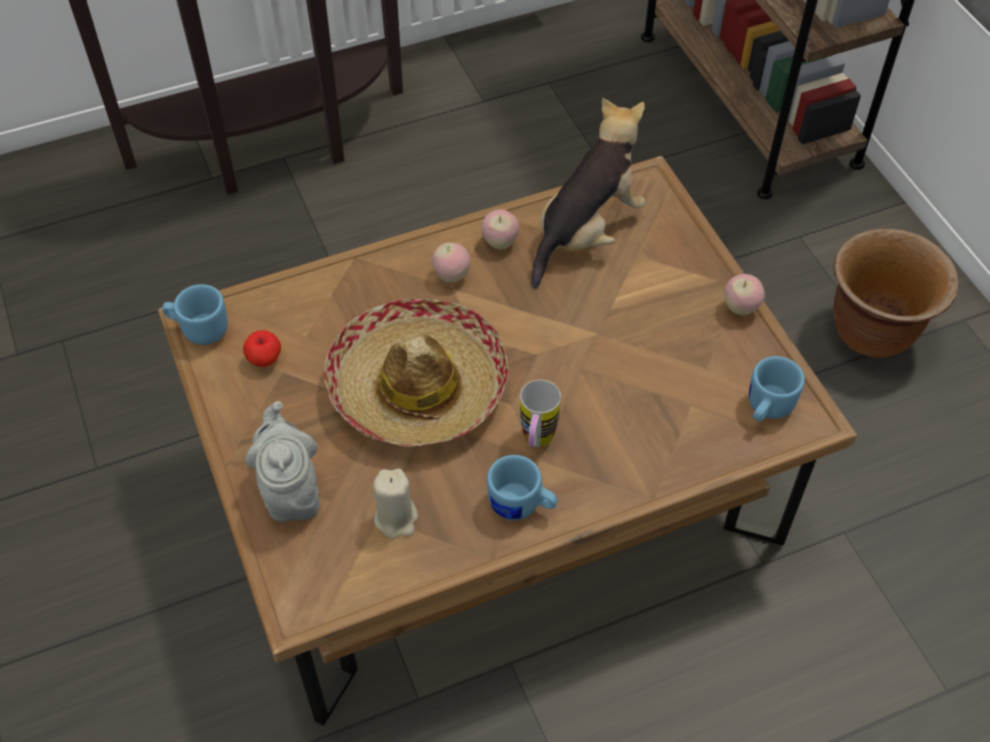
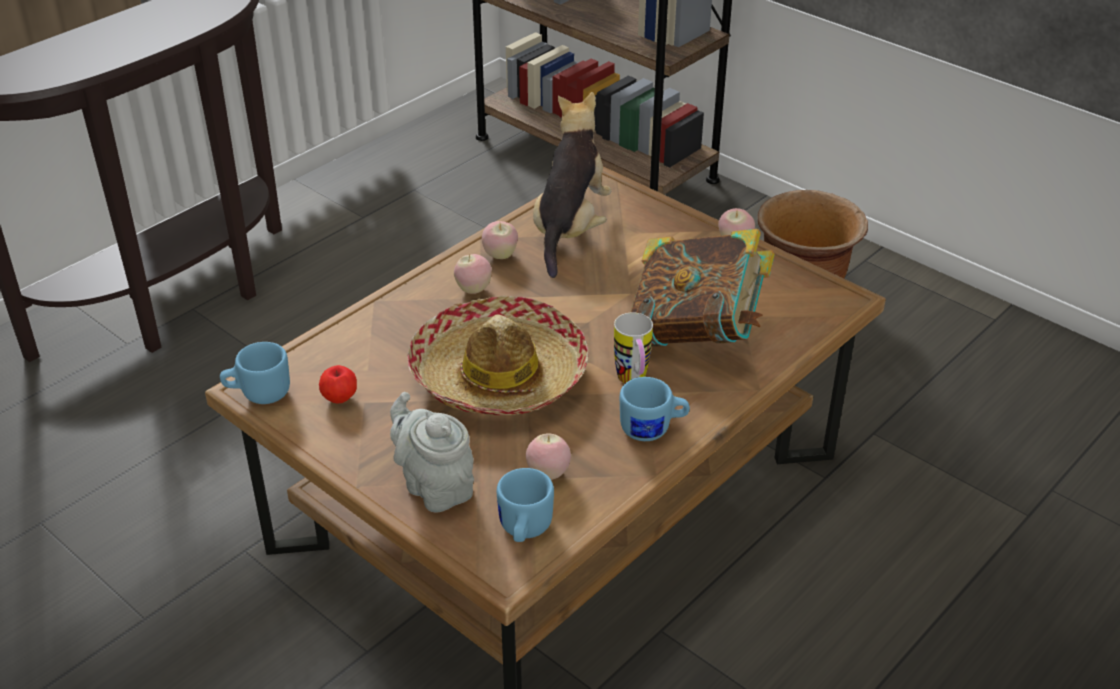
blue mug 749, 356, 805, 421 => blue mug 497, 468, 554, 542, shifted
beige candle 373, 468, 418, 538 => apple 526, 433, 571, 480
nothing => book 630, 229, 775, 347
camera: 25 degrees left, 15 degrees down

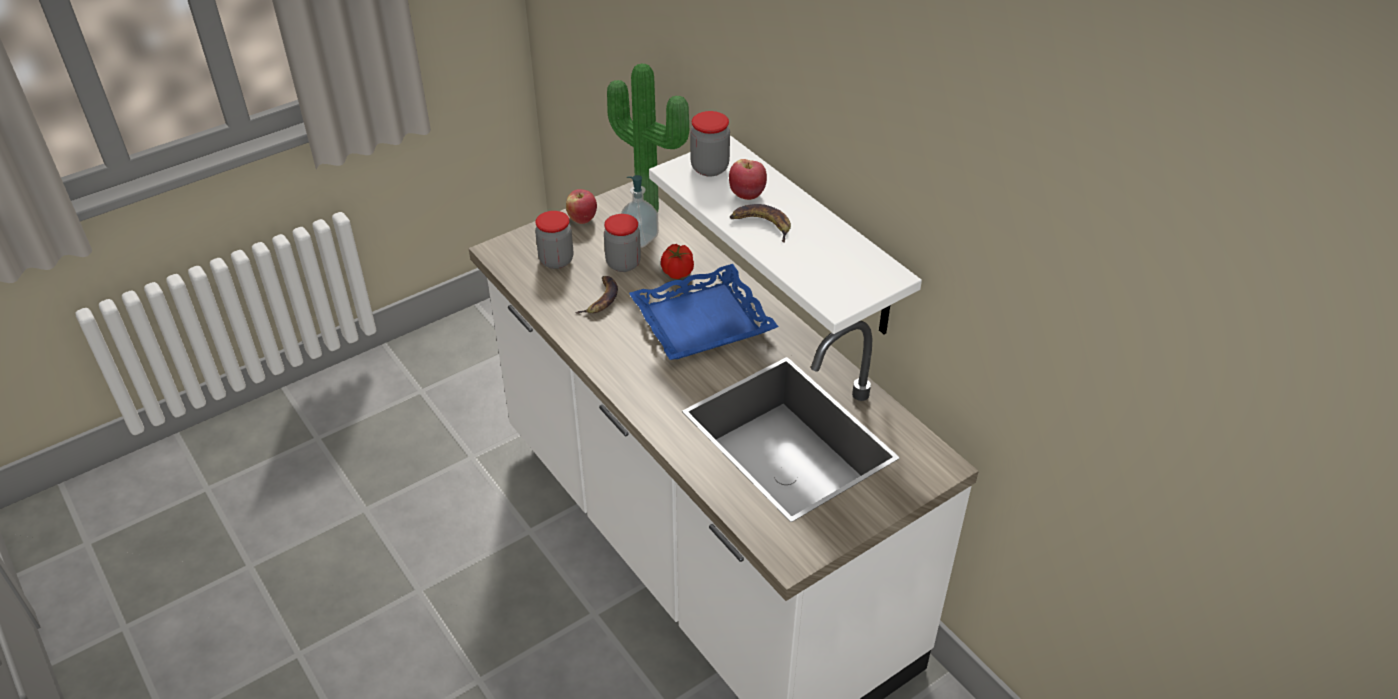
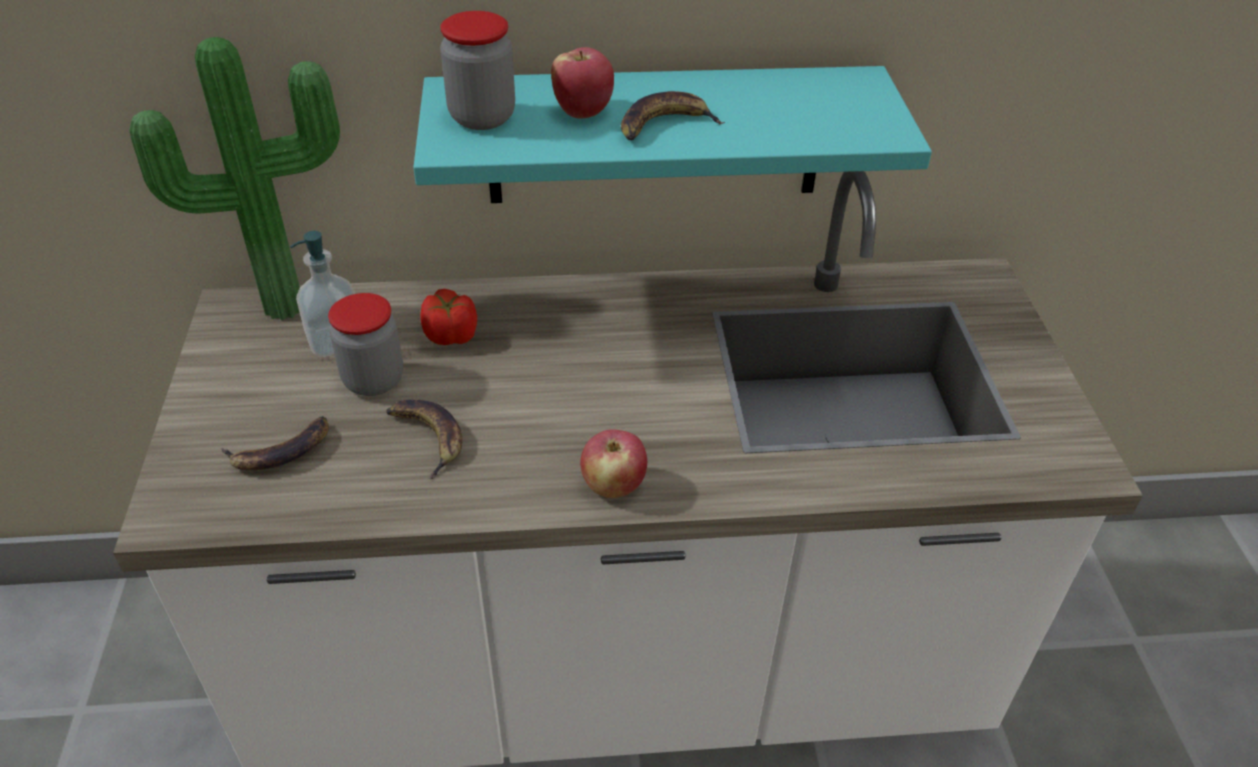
jar 535, 211, 573, 269 => banana 221, 416, 329, 470
white shelf 649, 136, 922, 334 => turquoise shelf 413, 66, 932, 203
apple 566, 189, 597, 224 => apple 580, 429, 647, 498, shifted
blue tray 629, 264, 778, 360 => nothing
camera: 60 degrees left, 0 degrees up

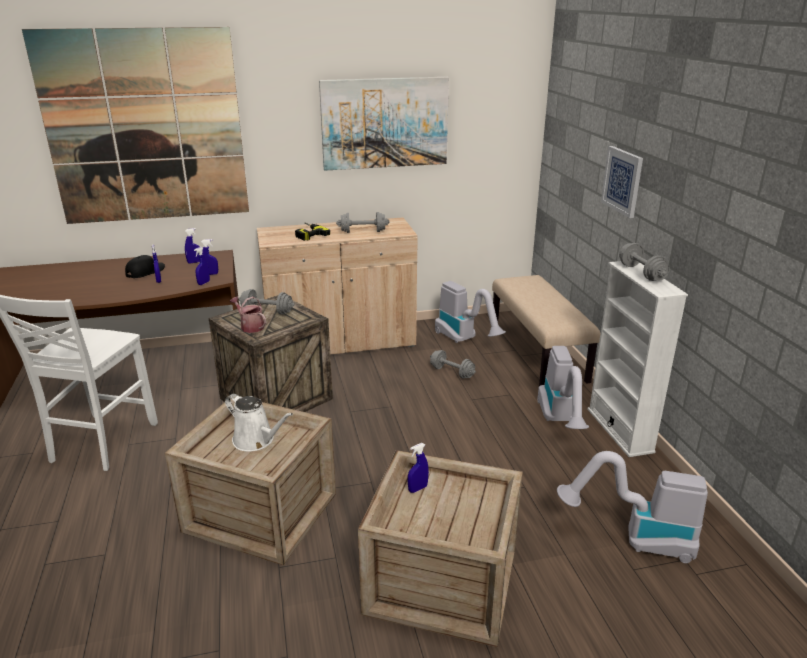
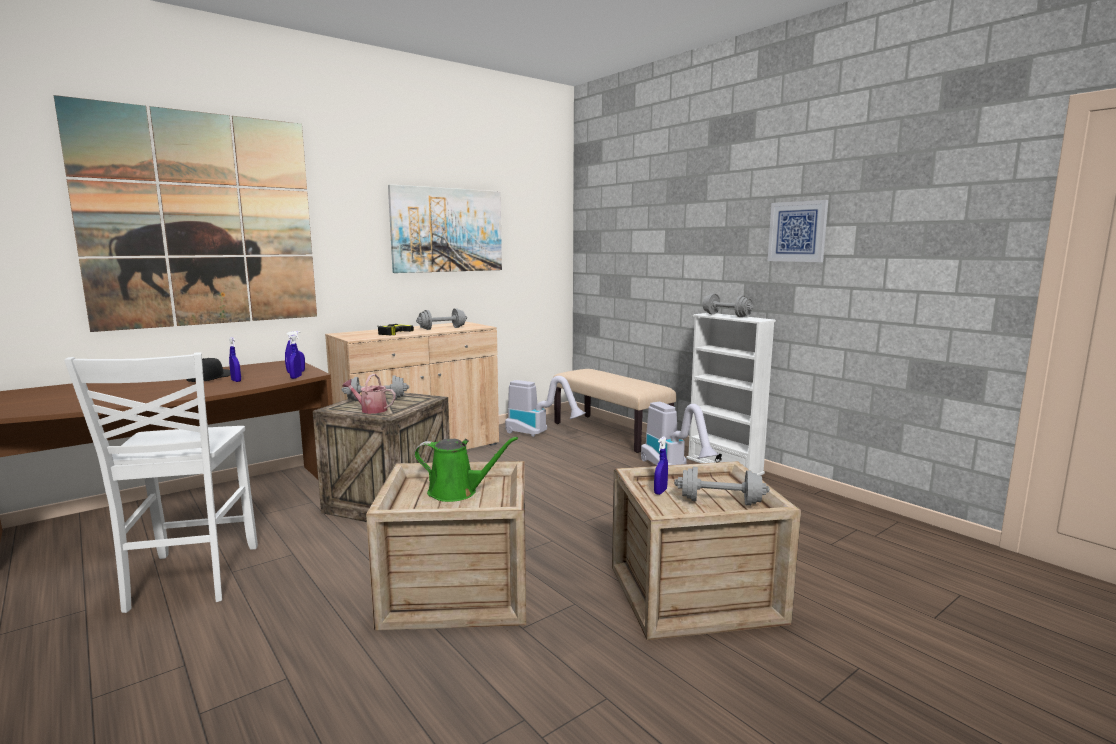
white watering can 225, 394, 293, 452 => green watering can 414, 437, 518, 502
grey dumbbell 430, 350, 476, 379 => grey dumbbell 674, 467, 770, 506, shifted
picture 601, 146, 643, 218 => picture 768, 200, 828, 262, shifted
blue spray bottle 185, 228, 200, 263 => nothing
vacuum cleaner 557, 451, 708, 563 => nothing
camera: 25 degrees left, 15 degrees down

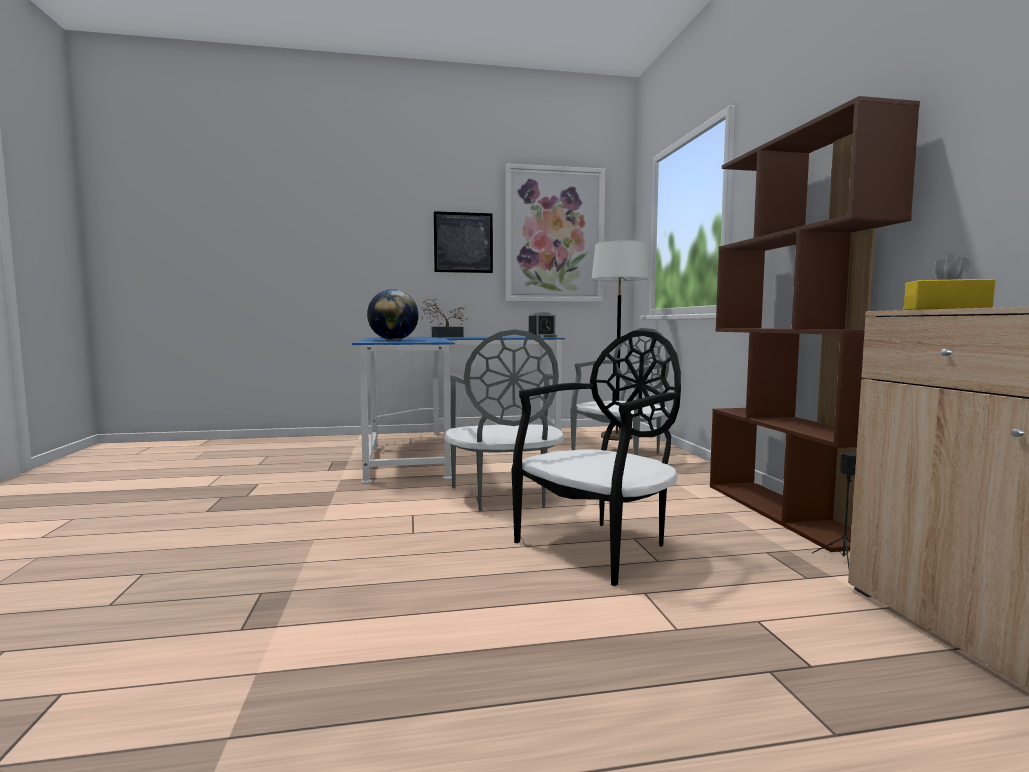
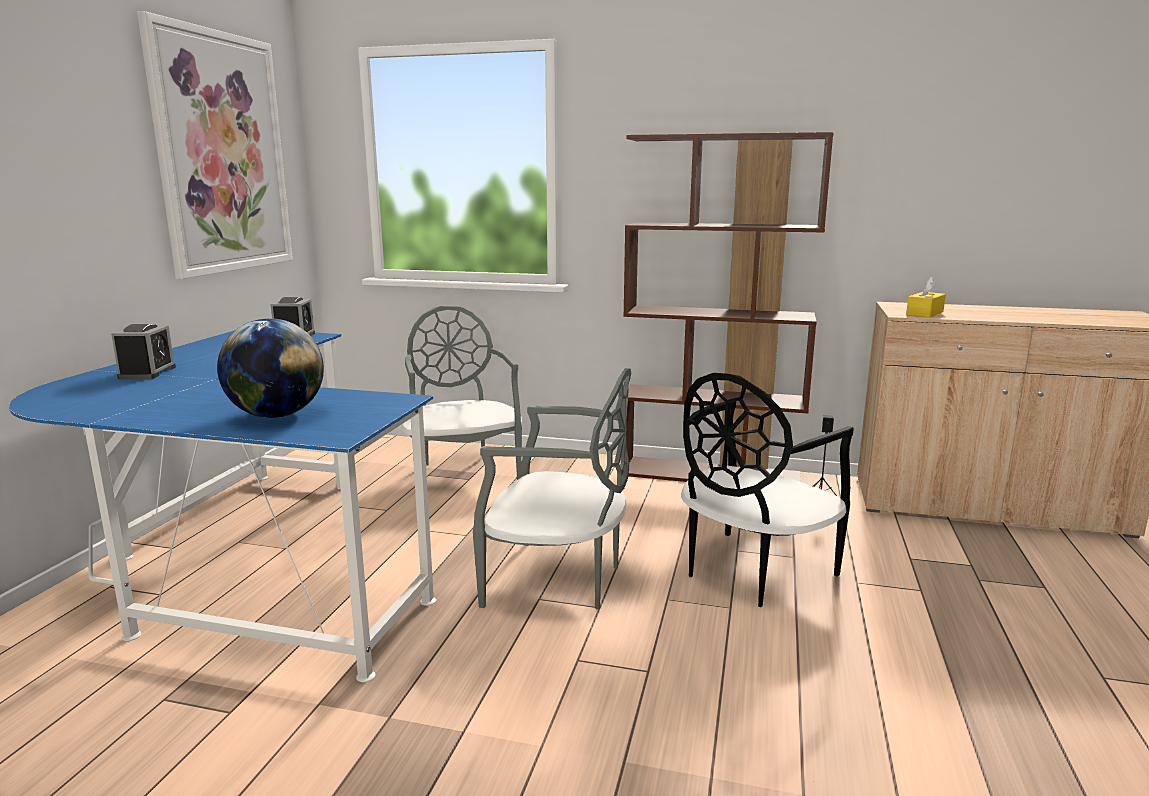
potted plant 421, 297, 468, 337 => alarm clock 111, 324, 176, 379
black chair 511, 330, 681, 586 => black chair 681, 373, 854, 607, 120 degrees counterclockwise
picture 434, 211, 493, 273 => nothing
white floor lamp 591, 240, 649, 440 => nothing
camera: 65 degrees left, 10 degrees up

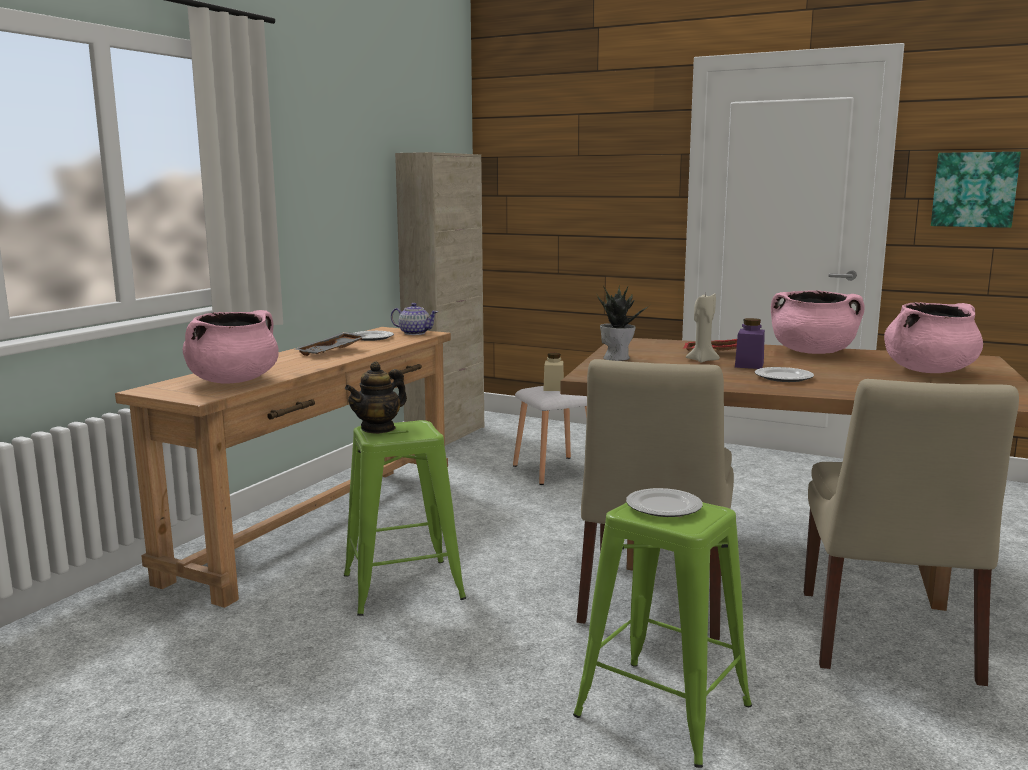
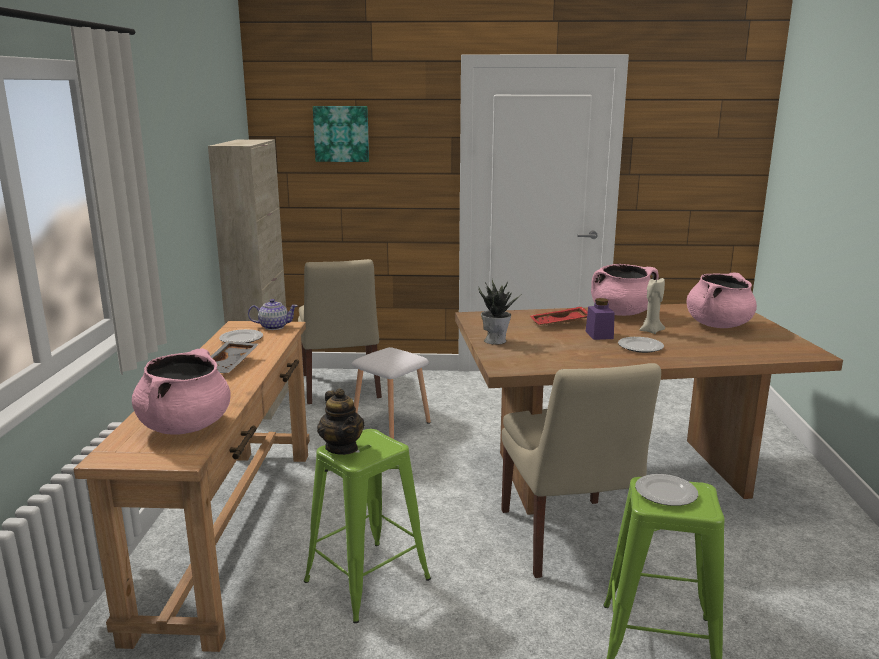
beige chair 804, 379, 1019, 686 => beige chair 298, 259, 382, 404, shifted
picture 931, 152, 1021, 228 => picture 313, 106, 369, 162, shifted
teapot 345, 361, 407, 434 => teapot 317, 388, 364, 455, 45 degrees counterclockwise
beige candle 686, 292, 720, 363 => beige candle 639, 277, 665, 334, shifted
beige jar 543, 353, 564, 391 => nothing
camera: 25 degrees left, 5 degrees up

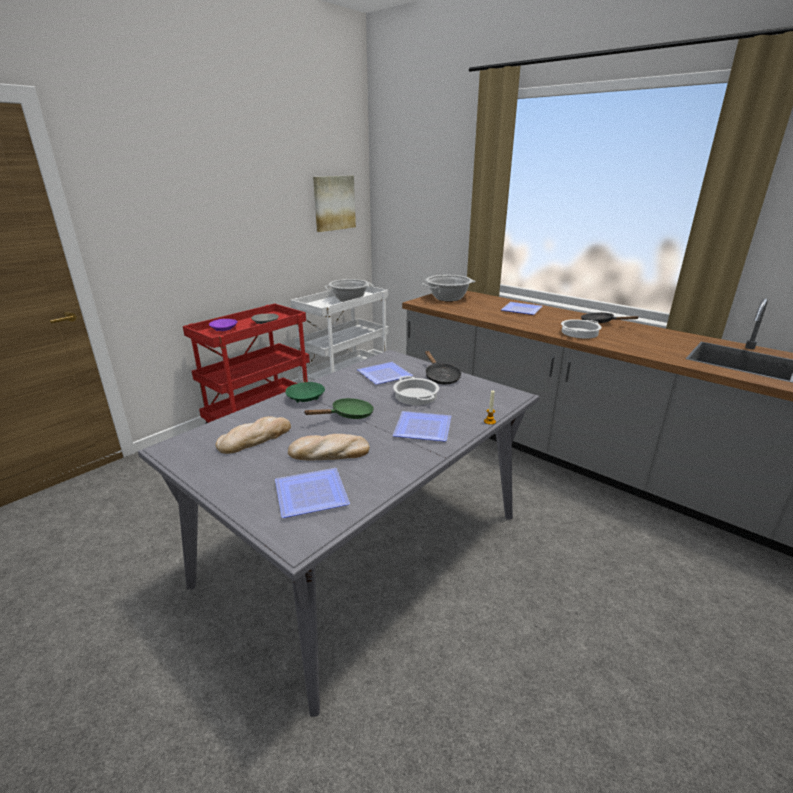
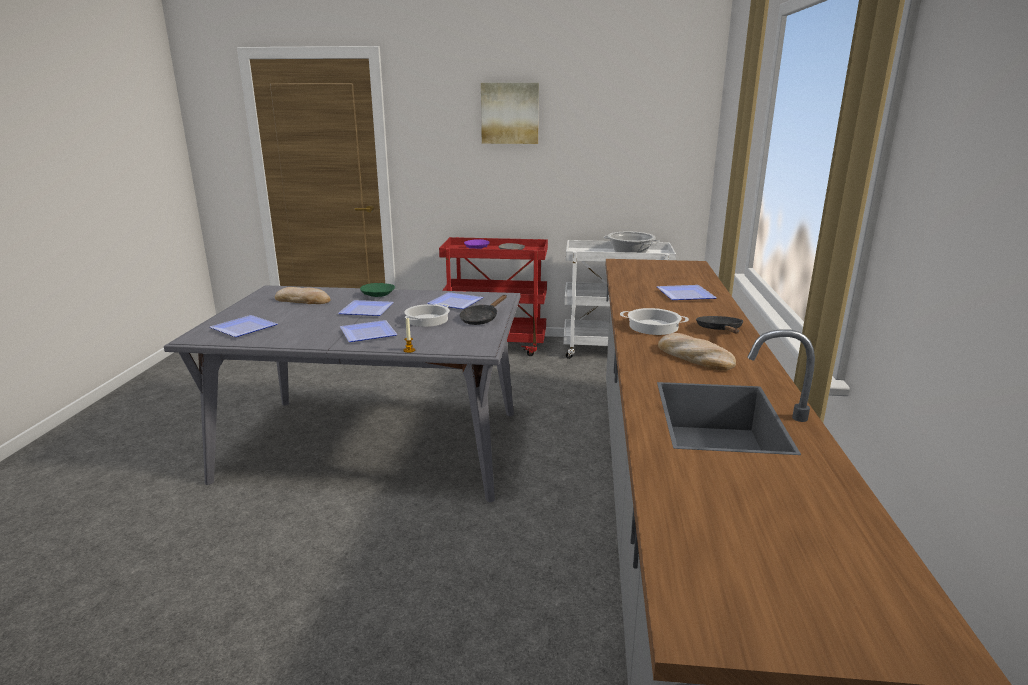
green frying pan 305, 398, 374, 419 => plate 338, 300, 394, 316
picture 313, 175, 356, 232 => picture 481, 83, 539, 144, shifted
bread 288, 434, 369, 461 => bread 658, 333, 736, 371, shifted
cooking pot 422, 275, 475, 302 => nothing
camera: 55 degrees right, 5 degrees down

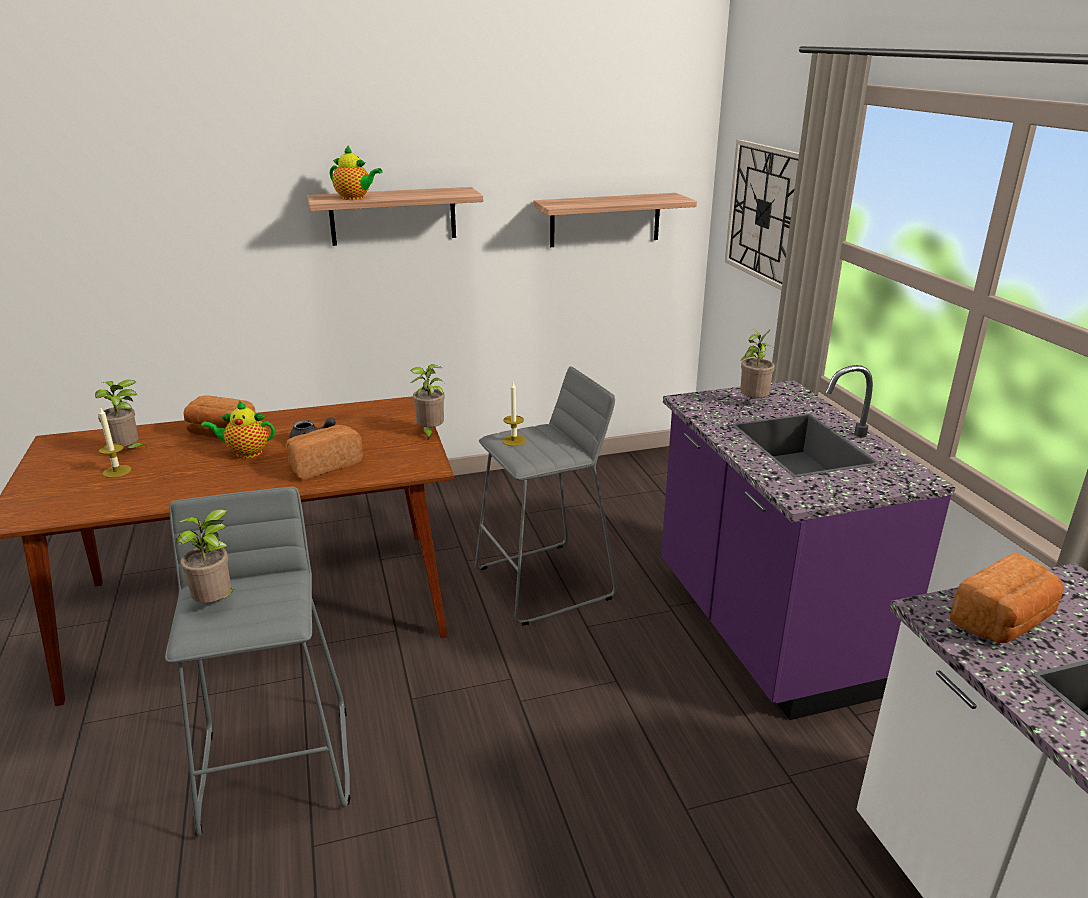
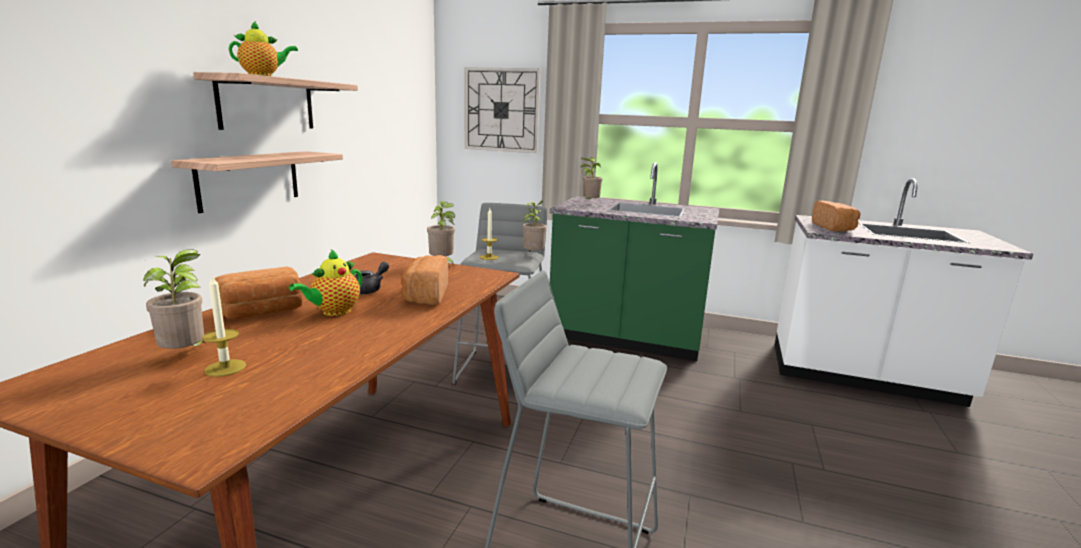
shelf 533, 193, 697, 247 => shelf 171, 151, 343, 213, shifted
potted plant 176, 509, 239, 603 => potted plant 522, 200, 547, 252, shifted
purple counter 661, 365, 956, 720 => green counter 550, 162, 719, 361
camera: 55 degrees left, 10 degrees down

